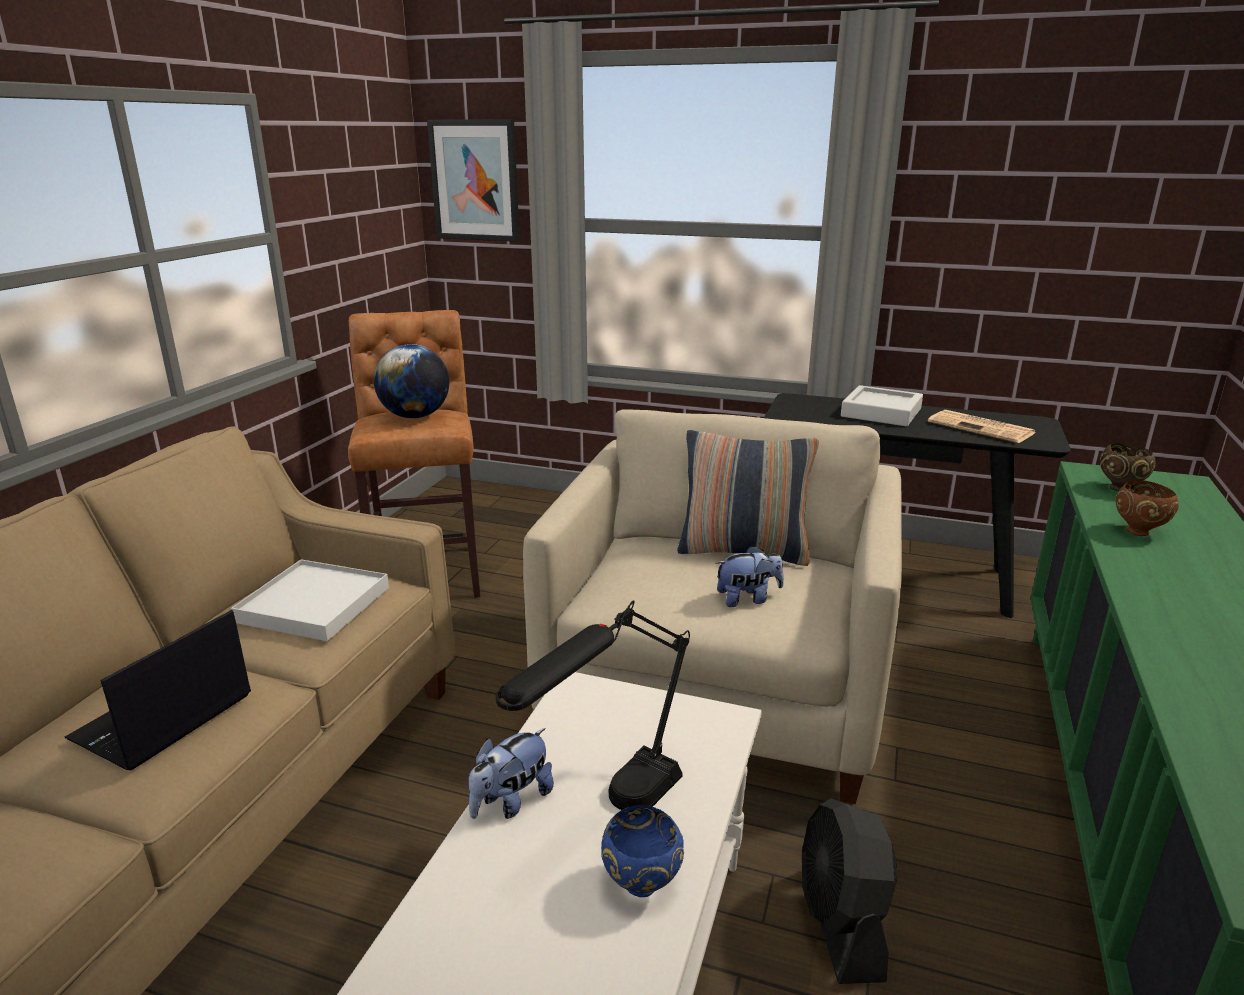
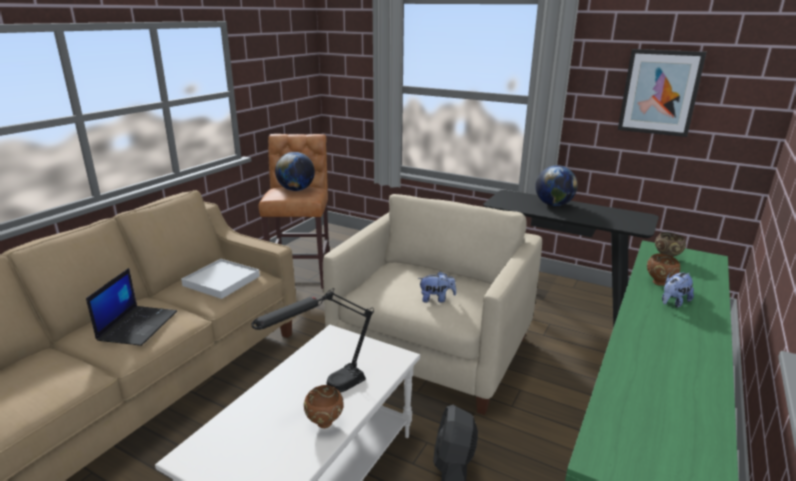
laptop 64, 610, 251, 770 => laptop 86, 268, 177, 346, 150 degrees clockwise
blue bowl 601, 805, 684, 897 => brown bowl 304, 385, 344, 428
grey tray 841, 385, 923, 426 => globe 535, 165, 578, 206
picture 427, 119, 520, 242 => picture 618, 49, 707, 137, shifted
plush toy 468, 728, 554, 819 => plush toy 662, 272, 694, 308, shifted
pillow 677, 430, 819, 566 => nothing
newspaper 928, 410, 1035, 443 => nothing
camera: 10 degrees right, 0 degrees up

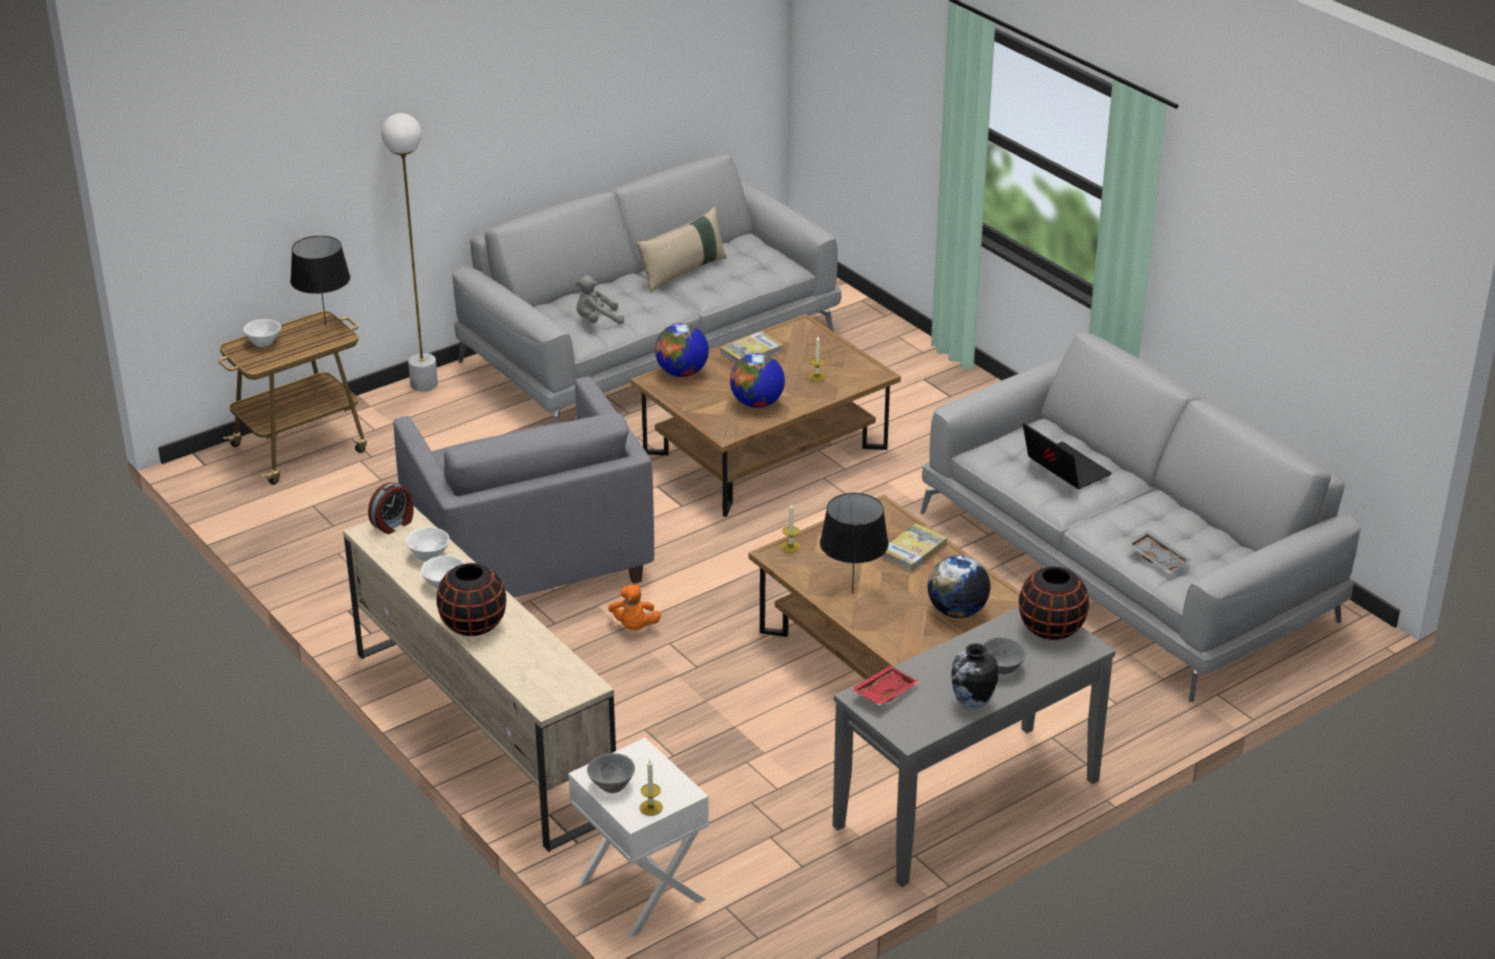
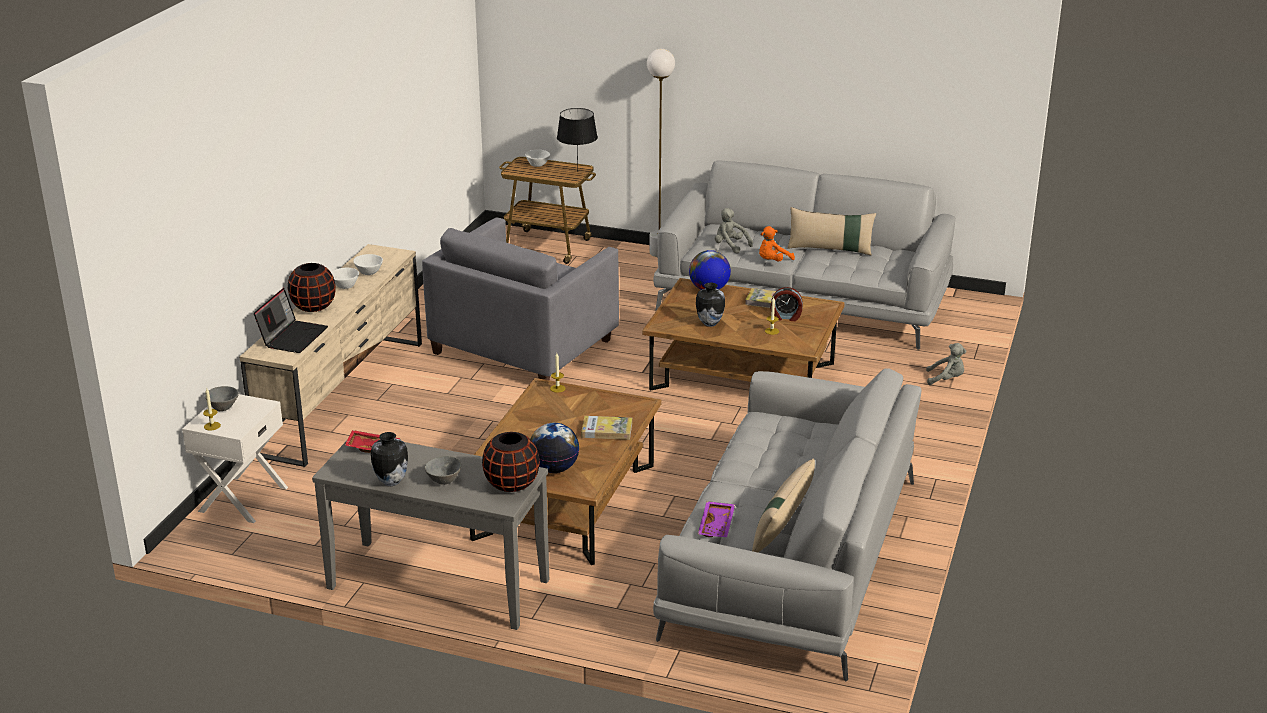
laptop 1023, 423, 1112, 489 => laptop 254, 288, 328, 353, shifted
globe 730, 353, 785, 408 => vase 696, 283, 725, 327
grey tray 1127, 530, 1191, 574 => purple tray 698, 501, 735, 537
nothing => beige pillow 752, 459, 815, 553
orange plush toy 608, 585, 661, 630 => orange plush toy 759, 226, 795, 261, shifted
alarm clock 368, 482, 414, 534 => alarm clock 770, 287, 803, 321, shifted
nothing => grey plush toy 926, 343, 966, 385
black table lamp 820, 493, 889, 594 => nothing
camera: 55 degrees right, 5 degrees down

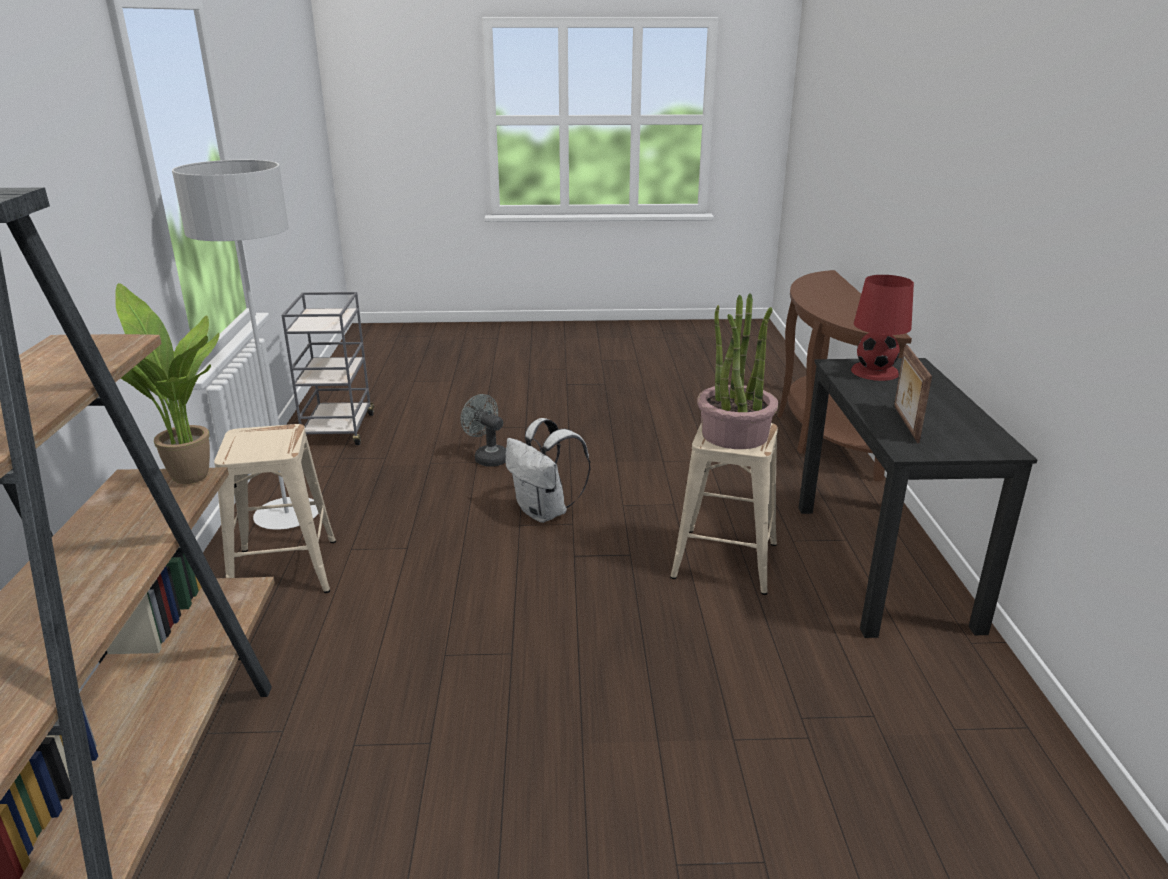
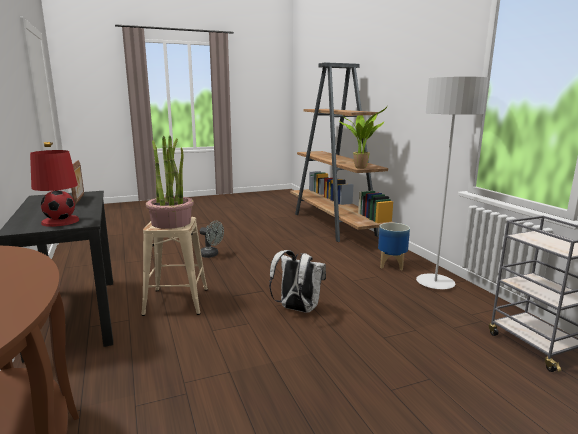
grey fan 461, 394, 506, 467 => grey fan 199, 221, 224, 258, shifted
beige stool 214, 424, 336, 593 => planter 378, 223, 410, 271
camera: 160 degrees right, 10 degrees down

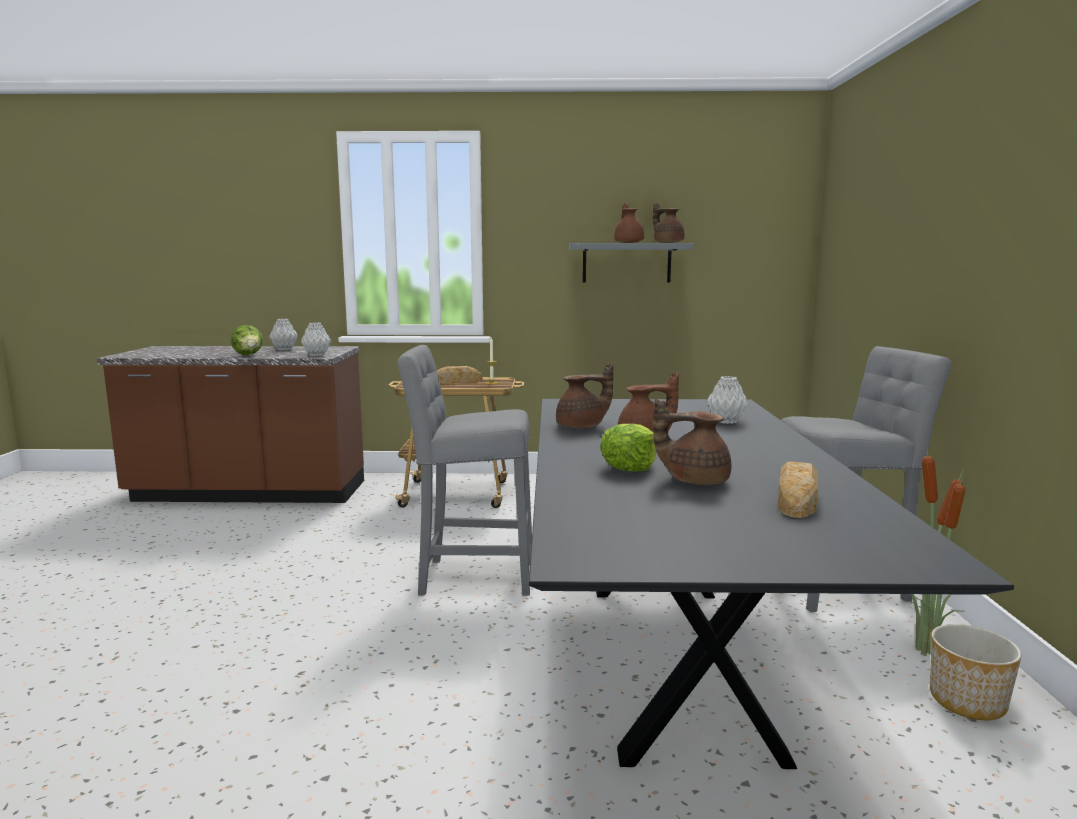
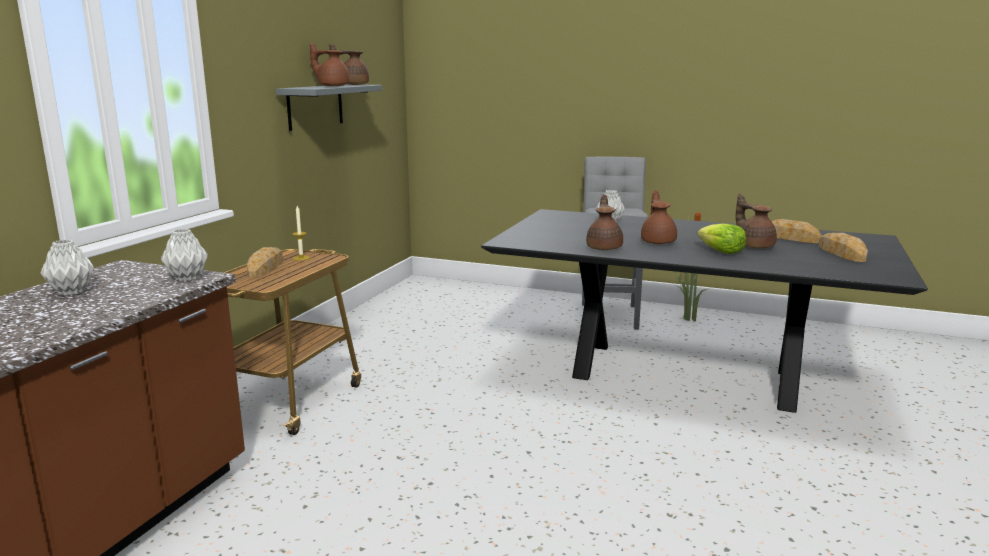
brown teapot 653, 398, 732, 485 => brown teapot 736, 194, 777, 249, 120 degrees clockwise
nothing => bread 819, 233, 868, 262
lettuce 231, 325, 263, 355 => nothing
grey stool 398, 345, 532, 596 => nothing
planter 930, 624, 1022, 720 => nothing
camera: 70 degrees left, 5 degrees up

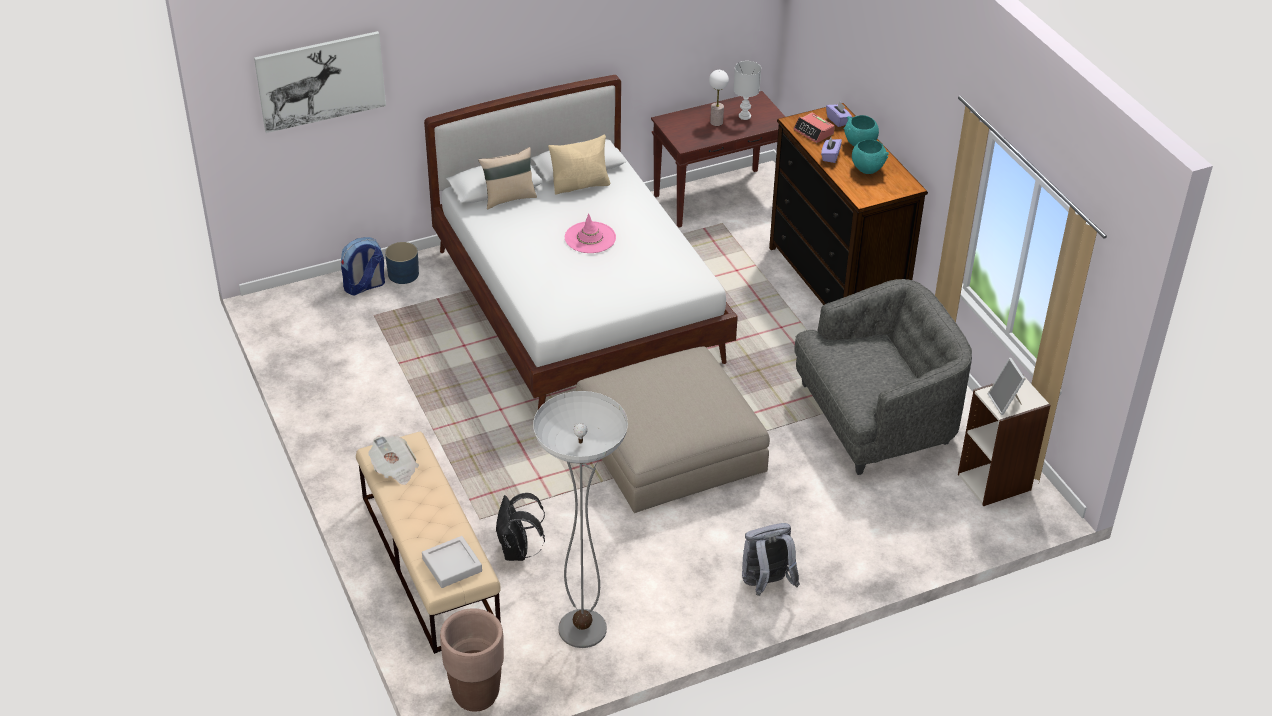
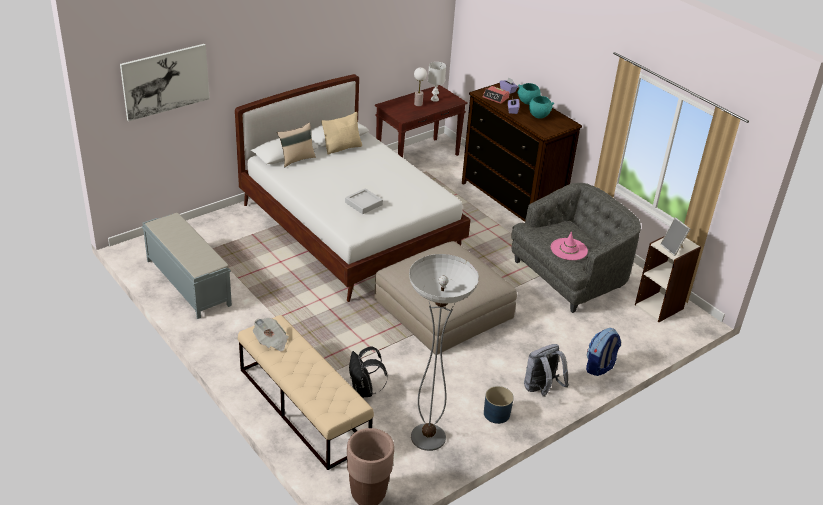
nothing => grey bench 142, 213, 232, 319
grey tray 422, 536, 482, 588 => grey tray 345, 188, 383, 214, shifted
blue planter 385, 242, 419, 284 => blue planter 484, 386, 514, 424, shifted
pink hat 565, 213, 616, 253 => pink hat 551, 231, 588, 260, shifted
backpack 341, 237, 385, 295 => backpack 586, 328, 621, 376, shifted
camera: 15 degrees left, 5 degrees down

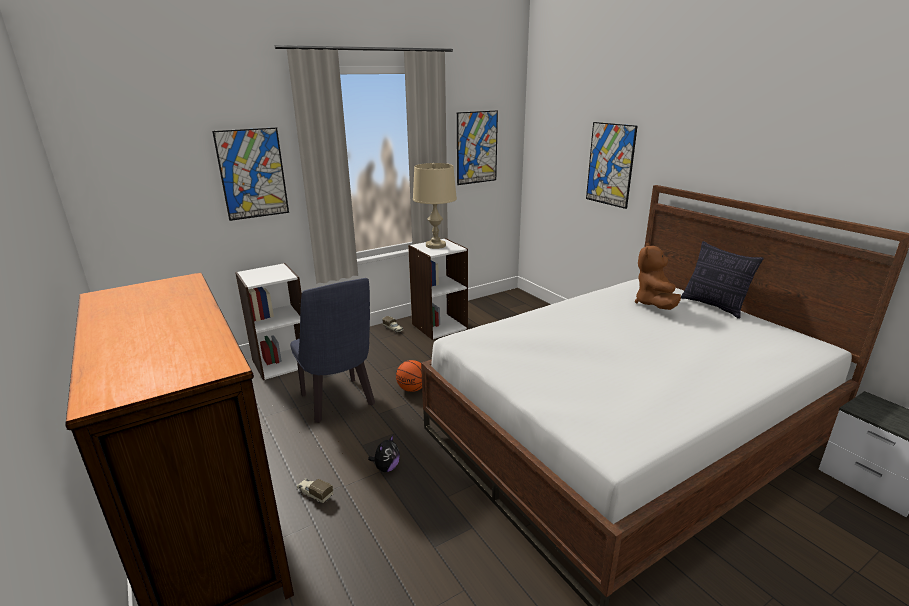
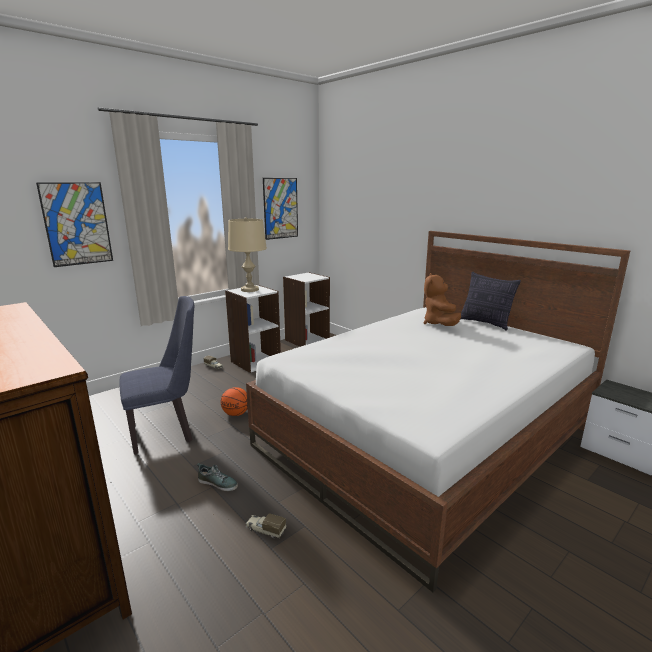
blue chair 290, 278, 375, 423 => blue chair 119, 296, 194, 454, 75 degrees counterclockwise
plush toy 368, 435, 400, 472 => shoe 197, 463, 238, 491
toy truck 297, 478, 333, 503 => toy truck 246, 513, 286, 538, shifted
white bookcase 235, 263, 302, 380 => white bookcase 283, 272, 330, 347, shifted
picture 586, 122, 638, 209 => nothing
camera: 10 degrees left, 5 degrees down

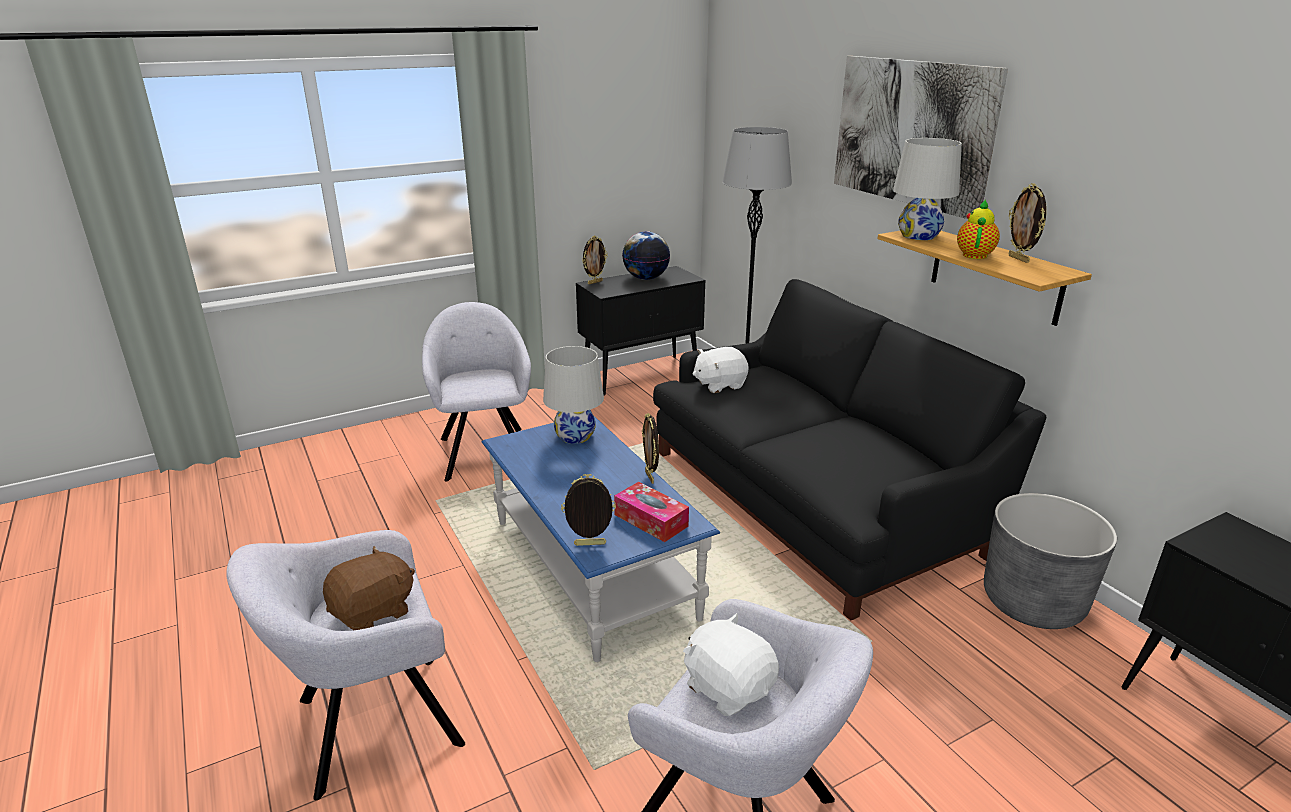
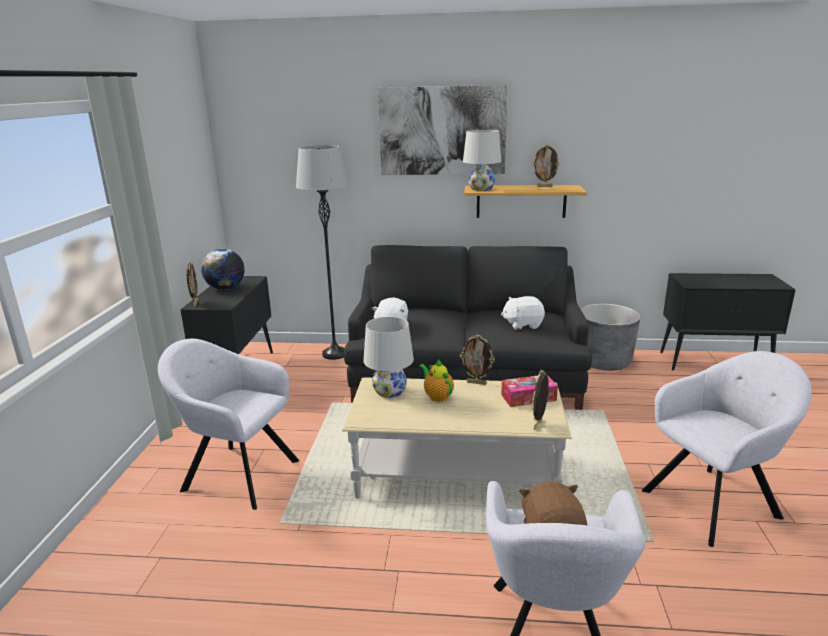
blue coffee table 482, 415, 720, 662 => beige coffee table 342, 377, 572, 499
teapot 957, 199, 1000, 259 => teapot 419, 359, 454, 402, shifted
white plush toy 683, 613, 779, 716 => white plush toy 501, 296, 545, 330, shifted
camera: 55 degrees left, 5 degrees down

